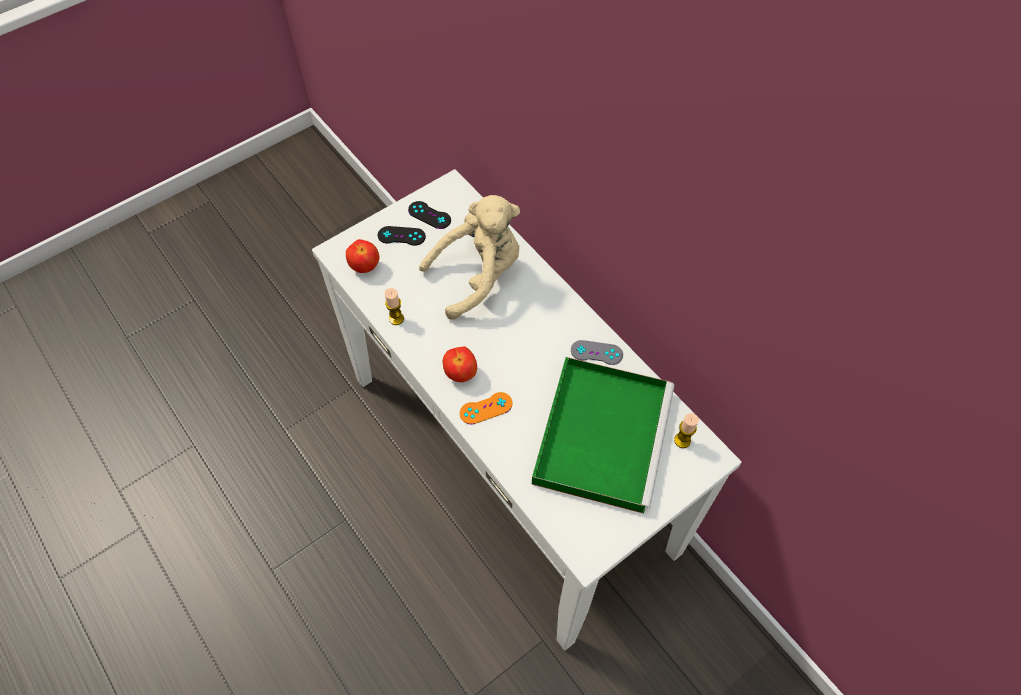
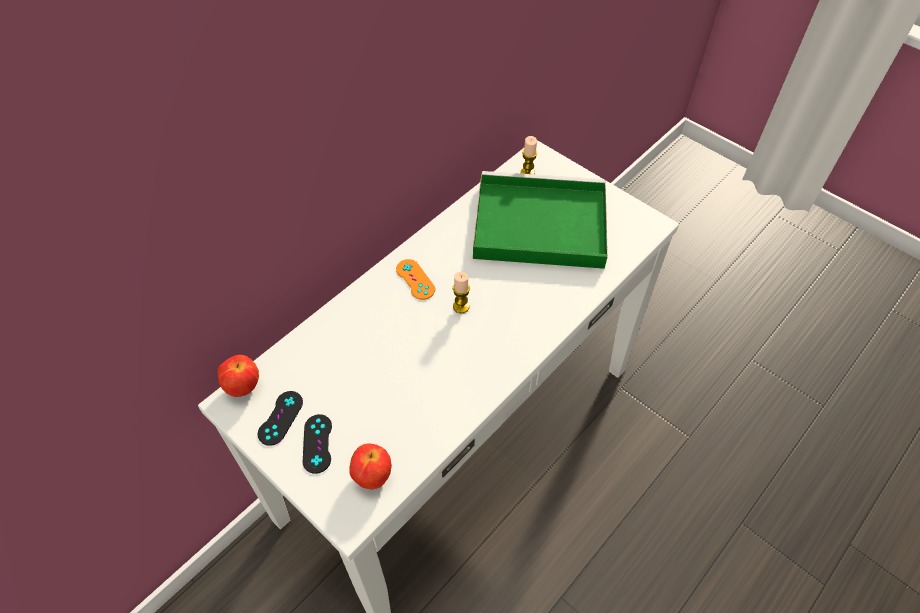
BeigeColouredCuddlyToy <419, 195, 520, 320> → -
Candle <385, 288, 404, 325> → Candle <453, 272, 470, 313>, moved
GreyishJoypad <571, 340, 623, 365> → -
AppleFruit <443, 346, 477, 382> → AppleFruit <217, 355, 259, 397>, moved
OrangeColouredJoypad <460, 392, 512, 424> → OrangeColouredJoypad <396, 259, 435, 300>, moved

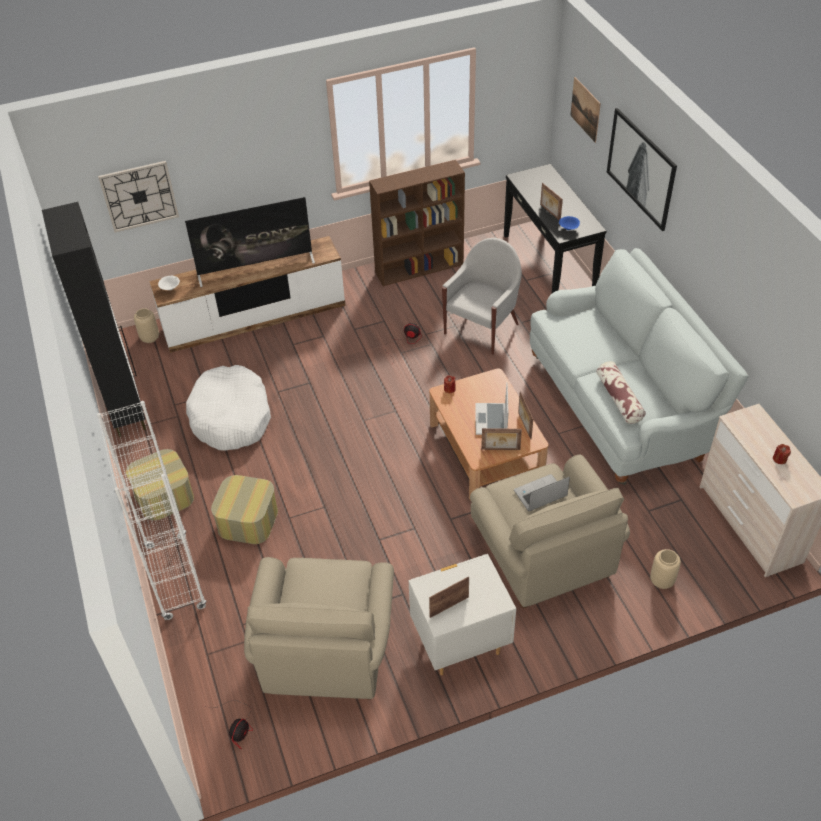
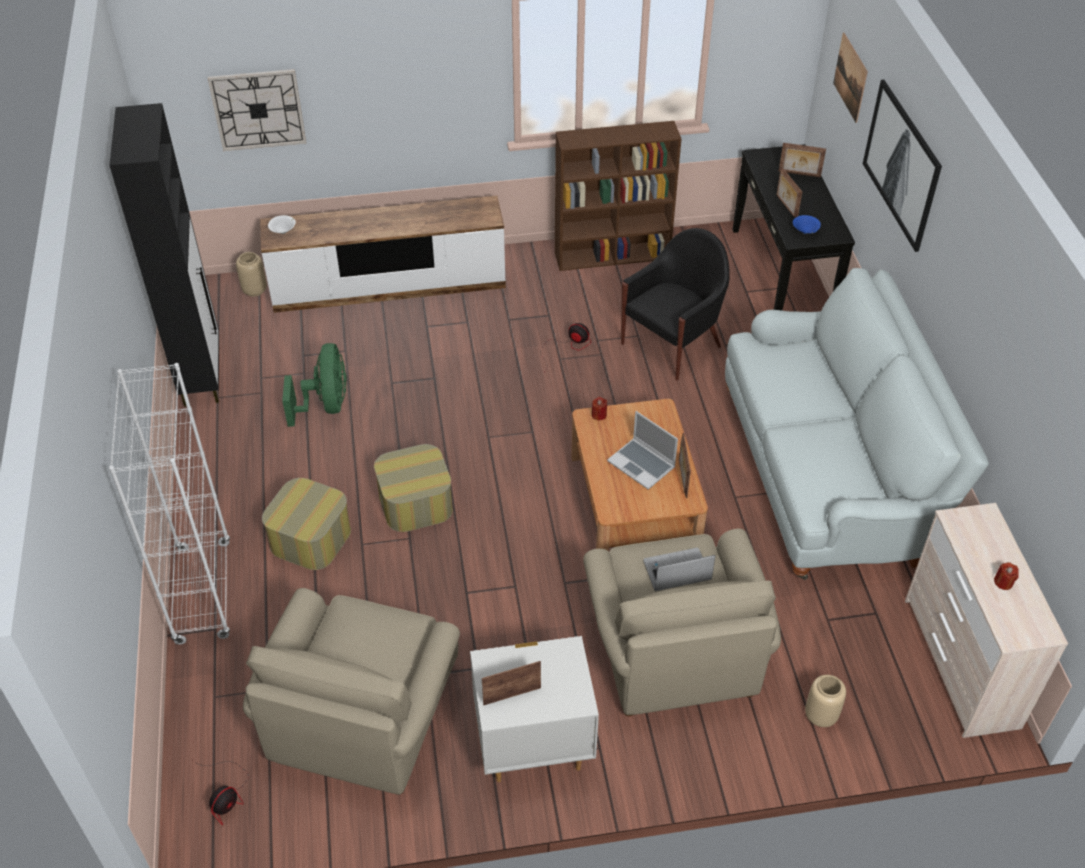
Television <185, 197, 315, 287> → -
WhiteColouredEasyChair <442, 238, 522, 355> → BlackColouredEasyChair <621, 228, 730, 380>
ThrowPillow <597, 361, 646, 424> → -
WhiteColouredDogCushion <186, 365, 271, 450> → GreenColouredFan <282, 343, 347, 427>
PortableComputer <475, 382, 509, 435> → PortableComputer <607, 411, 678, 490>, 60 degrees counterclockwise
PictureFrame <481, 428, 522, 450> → PictureFrame <779, 143, 826, 177>, moved
Footrest <126, 449, 194, 521> → Footrest <374, 444, 453, 532>, moved

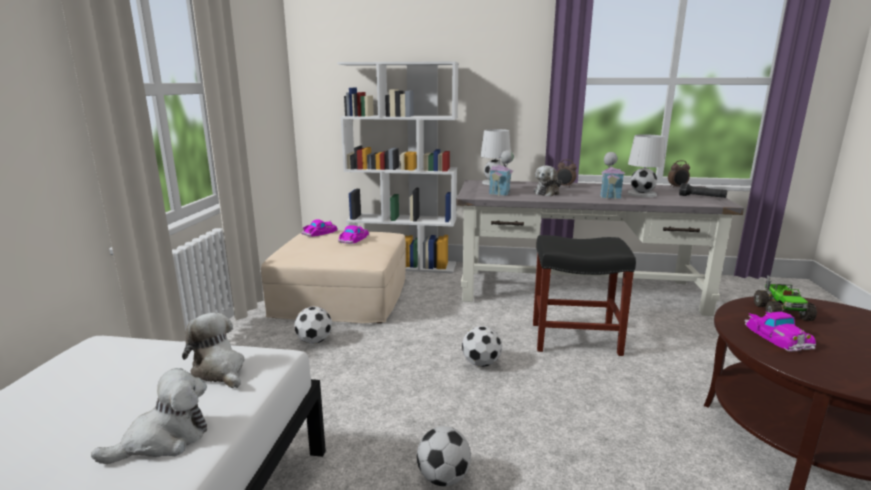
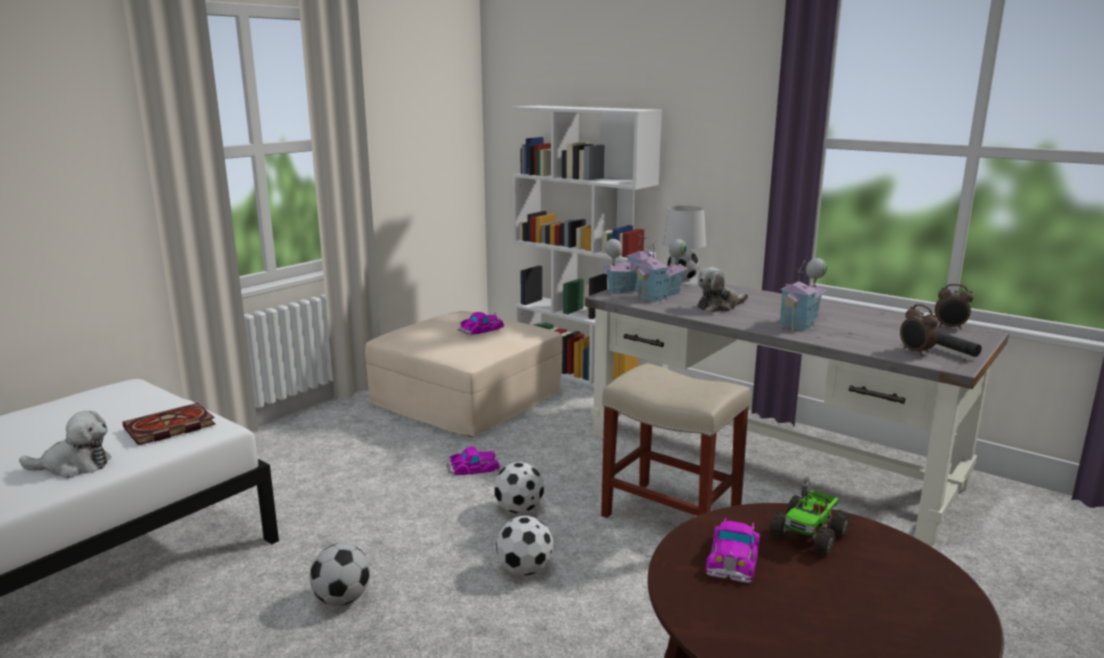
WhiteColouredTabletopLamp <627, 135, 665, 197> → -
TableClock <557, 160, 577, 187> → TableClock <900, 304, 938, 356>, moved
MiniatureCar <301, 219, 338, 237> → MiniatureCar <446, 447, 502, 475>, moved
BlackColouredStoolSeat <533, 235, 636, 356> → BeigeColouredStoolSeat <601, 363, 751, 518>
FootballBall <294, 306, 332, 344> → FootballBall <496, 516, 554, 576>, moved
CuddlyToy <182, 313, 245, 388> → Book <123, 403, 216, 445>
- → ToyHouse <603, 233, 655, 295>

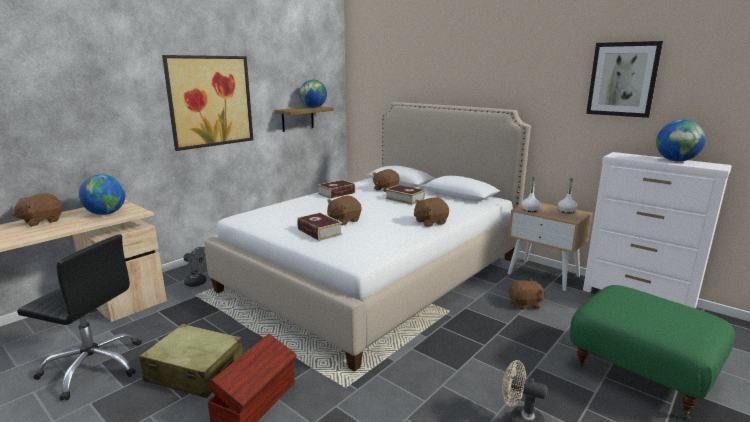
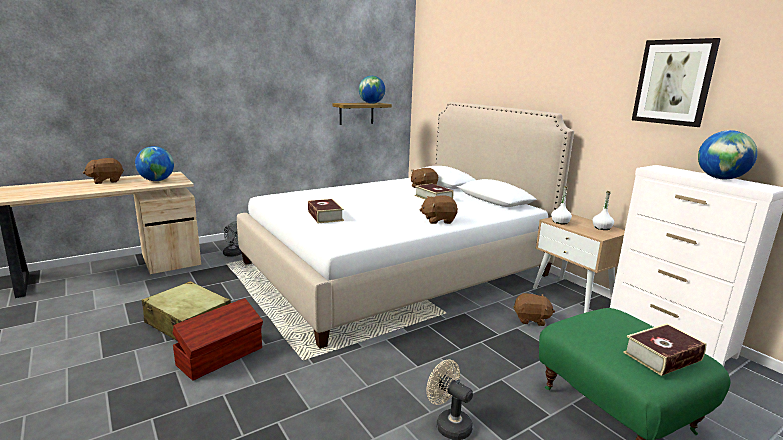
WallArt <162, 55, 253, 151> → -
Book <318, 180, 356, 199> → Book <623, 323, 707, 376>, moved
BrownCuddlyToy <327, 196, 362, 225> → -
BlackColouredDeskChair <17, 234, 142, 400> → -

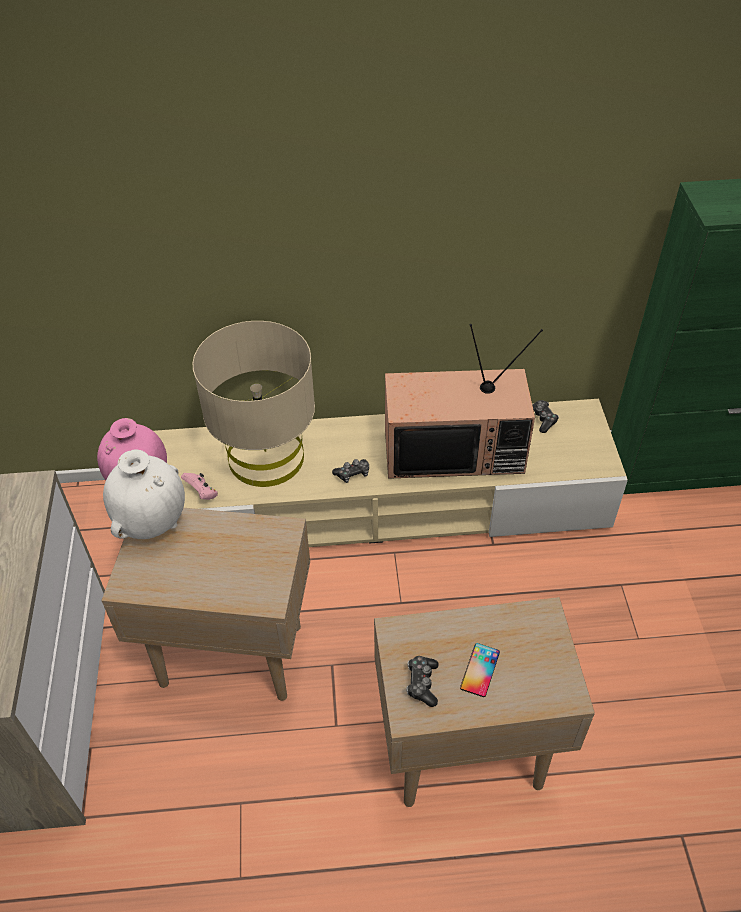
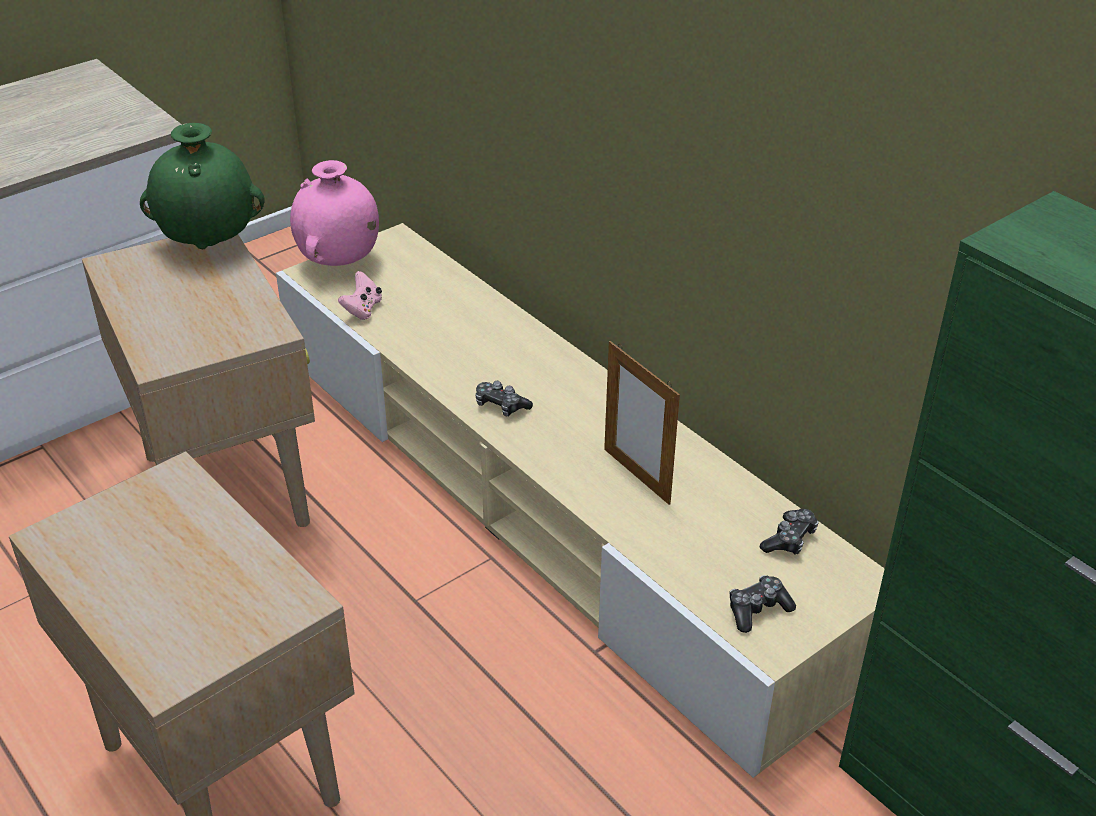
BeigeColouredTabletopLamp <193, 321, 315, 487> → -
Television <385, 324, 543, 479> → PictureFrame <604, 341, 680, 505>
WhiteColouredFlowerVase <103, 450, 185, 539> → GreenColouredFlowerVase <140, 123, 265, 249>
Handset <460, 643, 500, 697> → -
Joypad <406, 656, 439, 707> → Joypad <729, 575, 796, 633>, moved

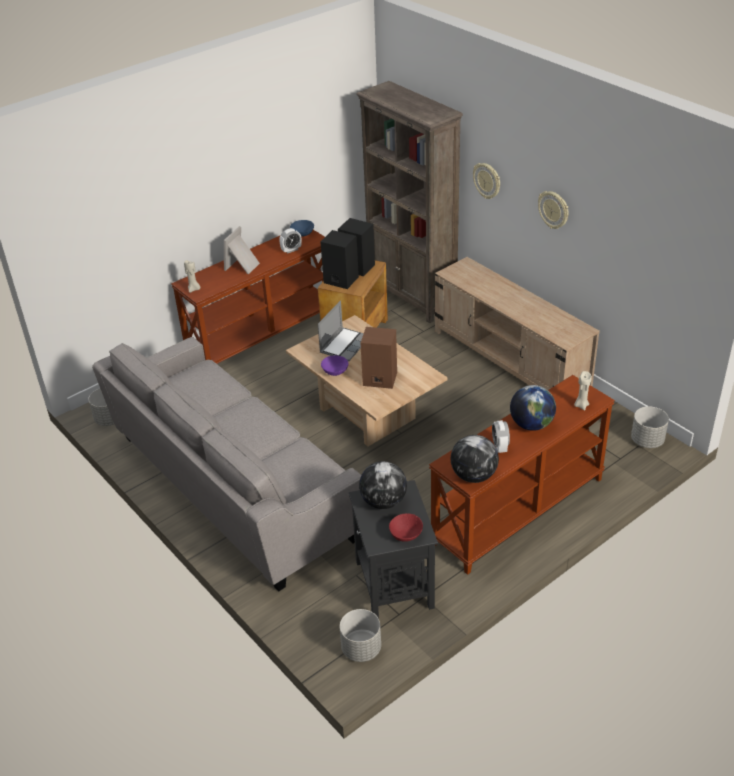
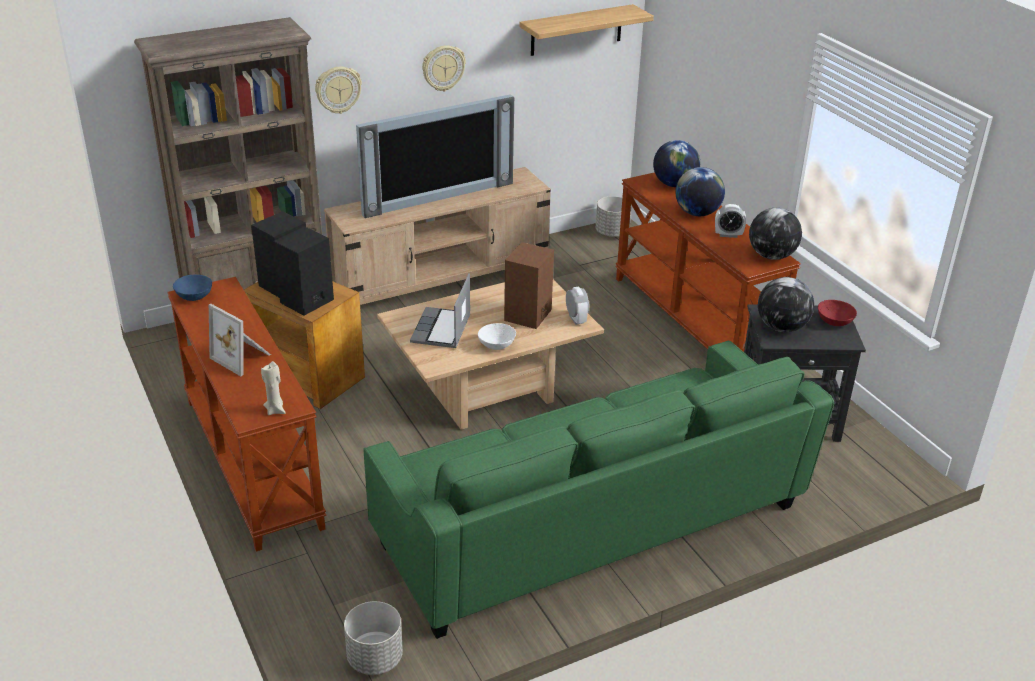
TableClock <279, 228, 302, 254> → TableClock <566, 287, 589, 325>, moved
PortableComputer <318, 301, 364, 361> → PortableComputer <410, 274, 470, 348>, 120 degrees counterclockwise
GreyishSofa <92, 337, 361, 591> → GreenColouredSofa <364, 341, 834, 639>
PurplishServingBowl <321, 356, 348, 376> → WhiteColouredServingBowl <478, 323, 516, 350>
BeigeColouredCandle <574, 371, 592, 411> → Globe <653, 140, 700, 187>
GreyishPlantPot <340, 609, 381, 662> → -
- → WallShelf <519, 4, 654, 56>
- → Television <356, 94, 514, 218>

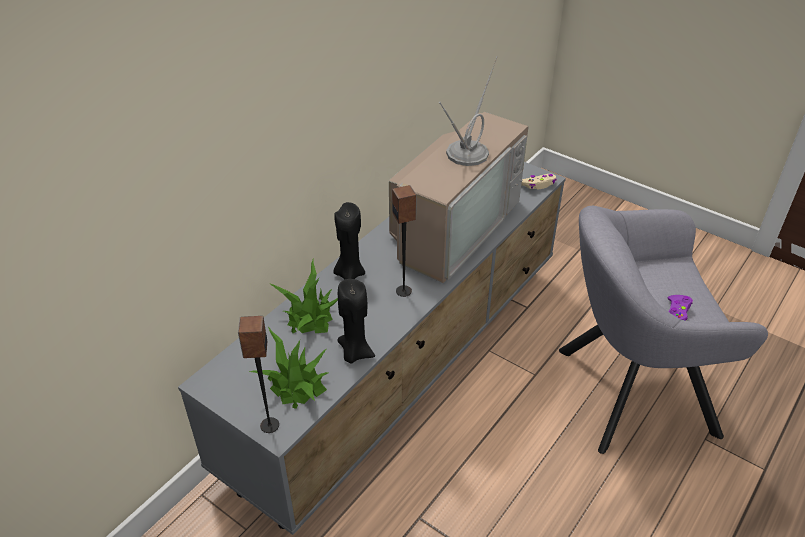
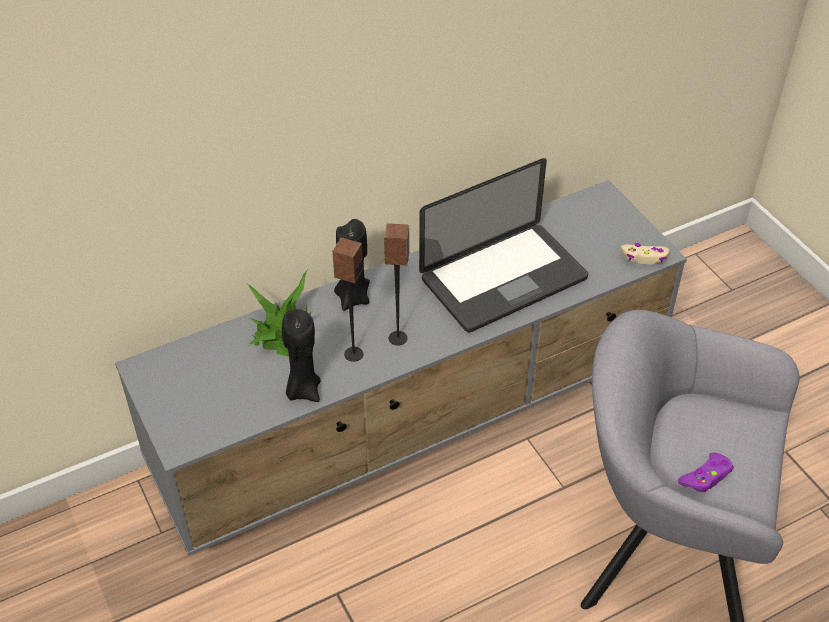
Television <389, 56, 528, 283> → PortableComputer <419, 158, 588, 332>
AudioSpeaker <238, 316, 279, 433> → AudioSpeaker <332, 238, 363, 362>, moved
PlantInAPot <249, 327, 328, 409> → -

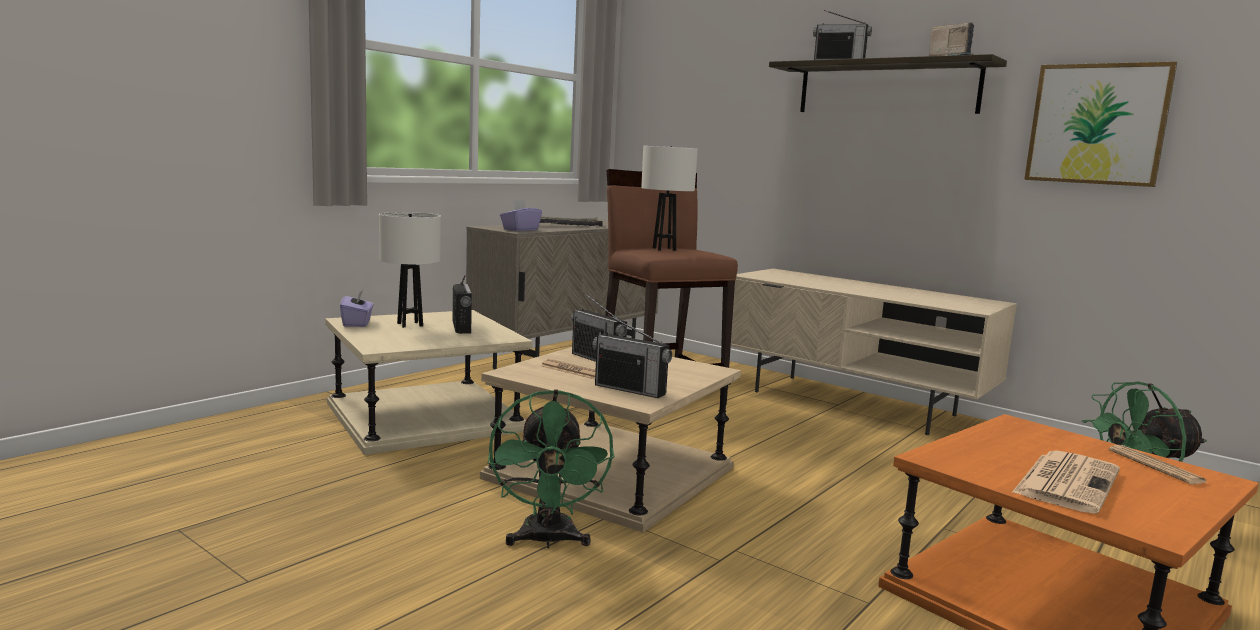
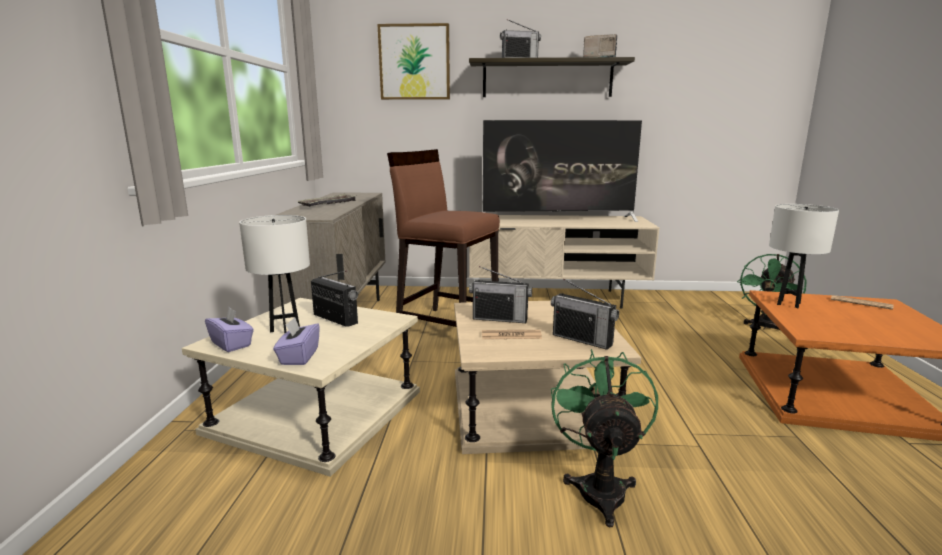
WallArt <1024, 62, 1177, 187> → WallArt <378, 23, 450, 100>, moved
WhiteColouredTabletopLamp <641, 146, 698, 251> → WhiteColouredTabletopLamp <769, 204, 839, 308>, moved
PurplishTissueBox <500, 200, 542, 231> → PurplishTissueBox <273, 317, 320, 365>, moved
RadioSet <593, 314, 672, 398> → RadioSet <551, 279, 619, 350>, 45 degrees clockwise
GreenColouredFan <488, 389, 614, 548> → GreenColouredFan <551, 349, 658, 527>, 135 degrees counterclockwise
DailyPaper <1012, 450, 1120, 514> → -
- → Television <482, 120, 642, 222>

